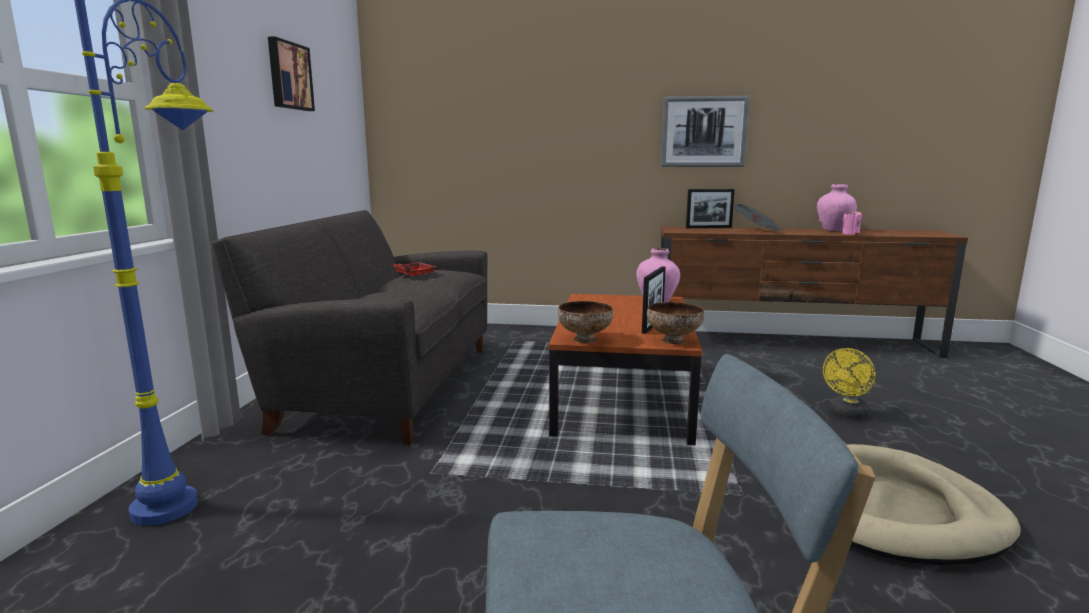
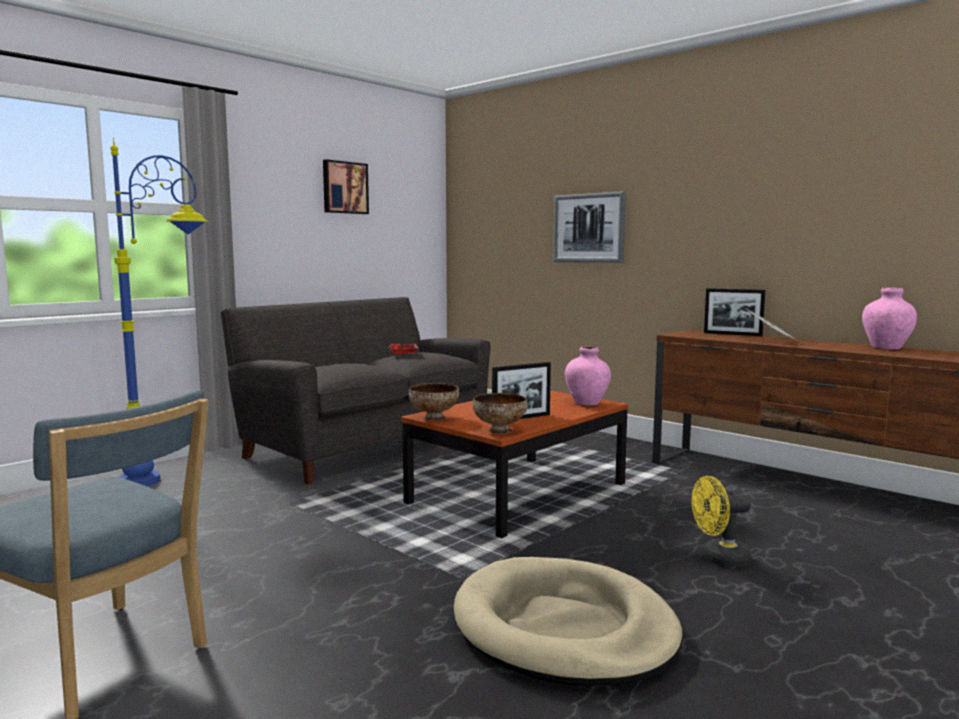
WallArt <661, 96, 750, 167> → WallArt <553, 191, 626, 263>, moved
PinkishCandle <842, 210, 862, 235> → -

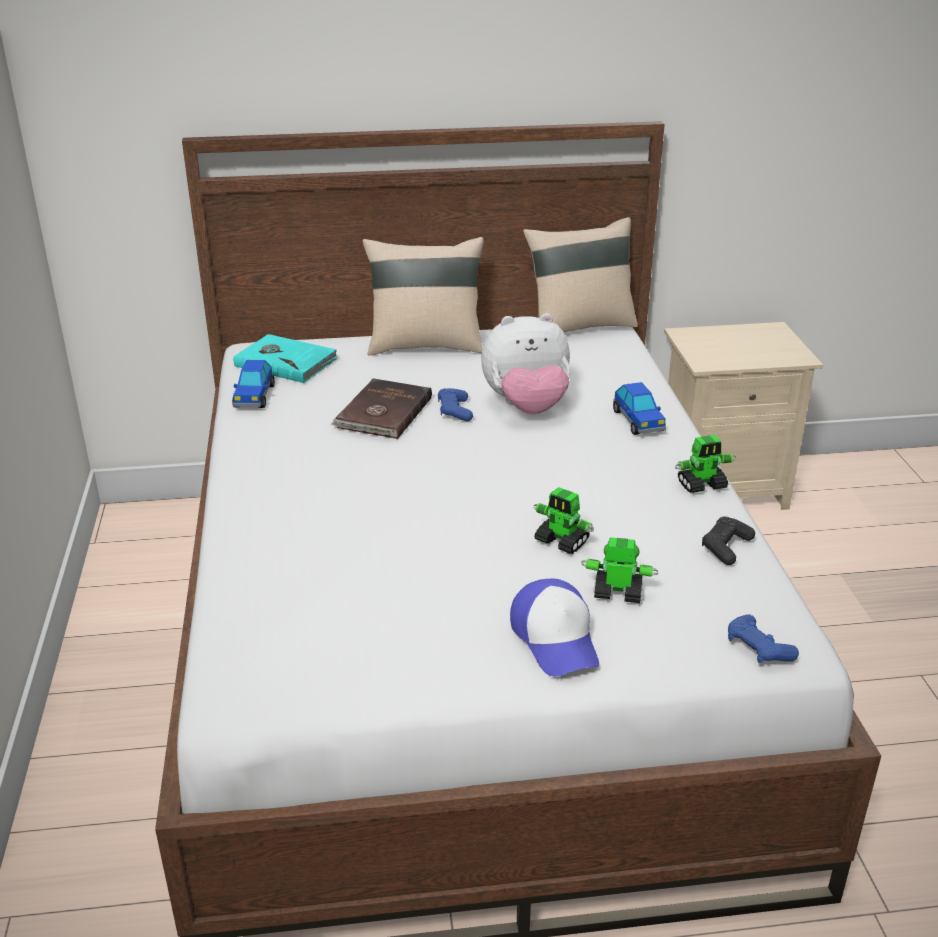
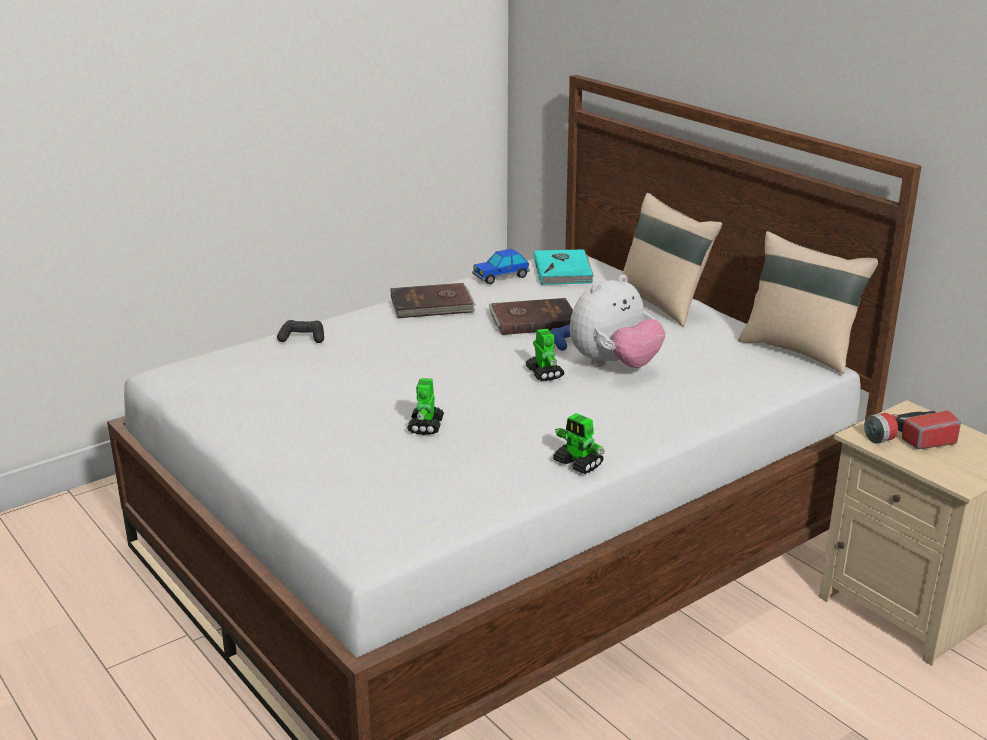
CuddlyToy <481, 313, 571, 414> → CuddlyToy <570, 274, 665, 368>, 90 degrees counterclockwise
MiniatureCar <613, 382, 666, 435> → -
BlackColouredJoypad <702, 517, 755, 565> → BlackColouredJoypad <277, 320, 324, 343>, moved
ToyRobot <581, 537, 658, 603> → ToyRobot <525, 329, 564, 381>, moved
Cap <510, 578, 599, 677> → -
BluishJoypad <728, 614, 799, 663> → -
- → BrownBook <391, 283, 476, 318>
- → Flashlight <864, 411, 961, 449>

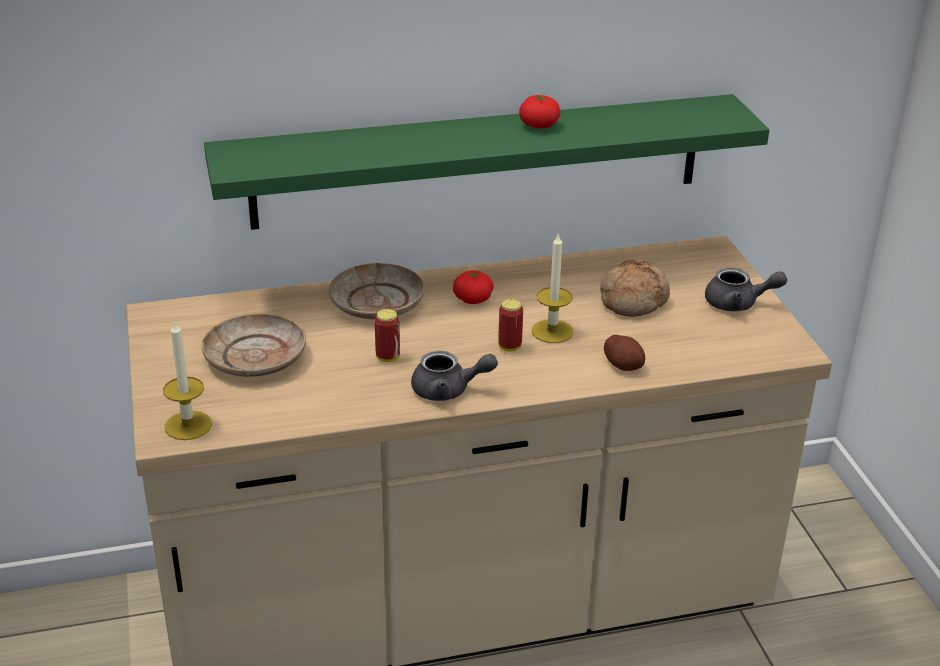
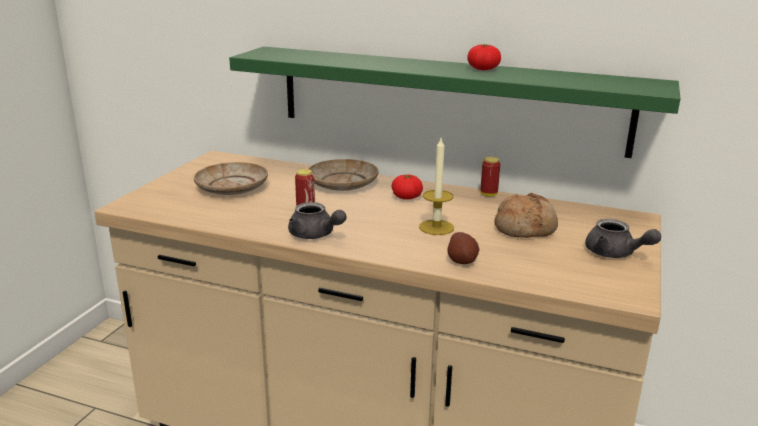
MetalCan <498, 299, 523, 352> → MetalCan <480, 157, 500, 197>, moved
Candle <163, 320, 212, 440> → -

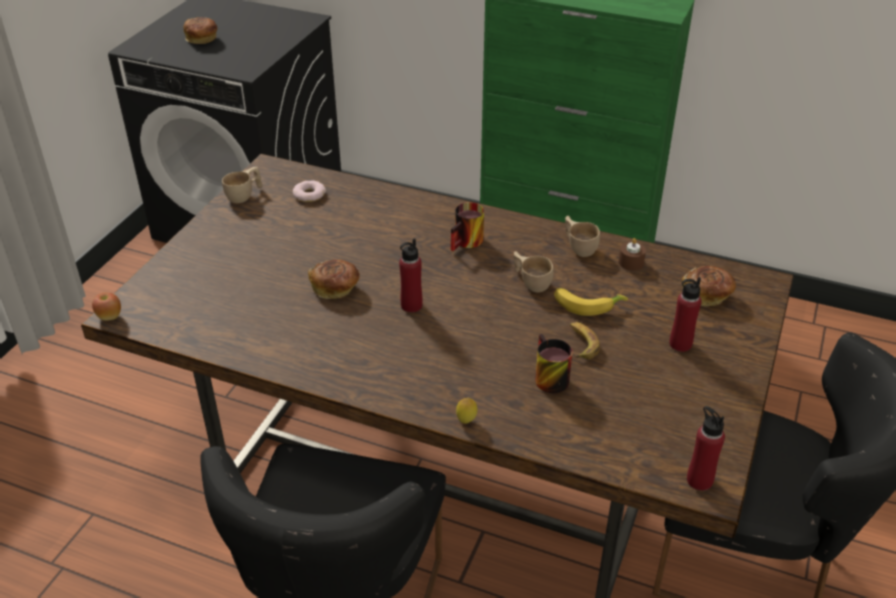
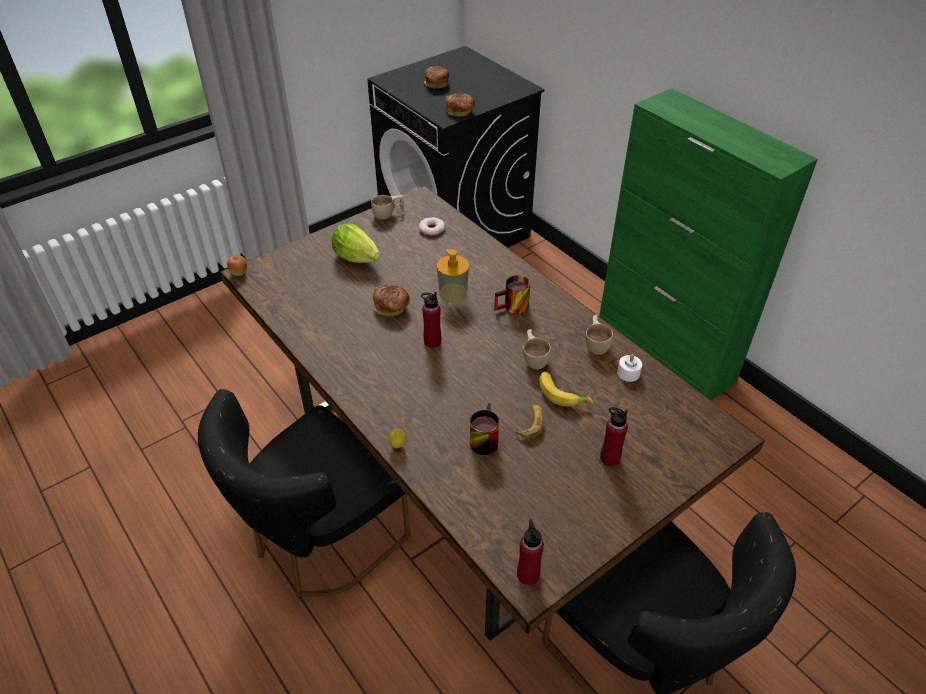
BrownCandle <619, 238, 646, 270> → WhiteColouredCandle <617, 354, 642, 382>
Bread <682, 266, 736, 306> → Bread <445, 93, 476, 117>, moved
- → HeadOfLettuce <332, 223, 381, 263>
- → SoapBottle <437, 249, 469, 302>

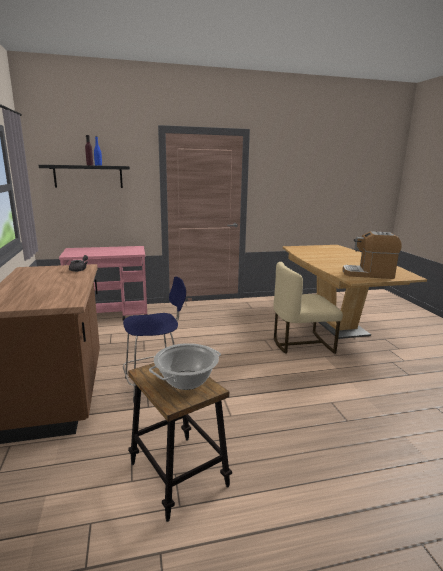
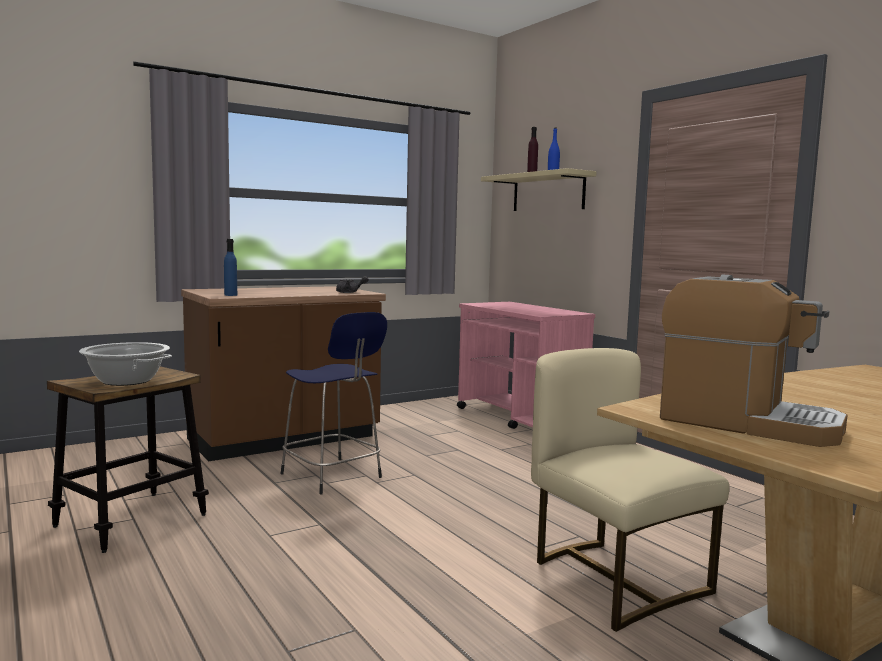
BlackColouredWallShelf <38, 165, 130, 188> → BeigeColouredWallShelf <481, 168, 596, 211>
CoffeeBrewer <342, 231, 402, 279> → CoffeeBrewer <660, 275, 847, 447>, 135 degrees clockwise
- → BluishDrinkBottle <224, 239, 237, 296>

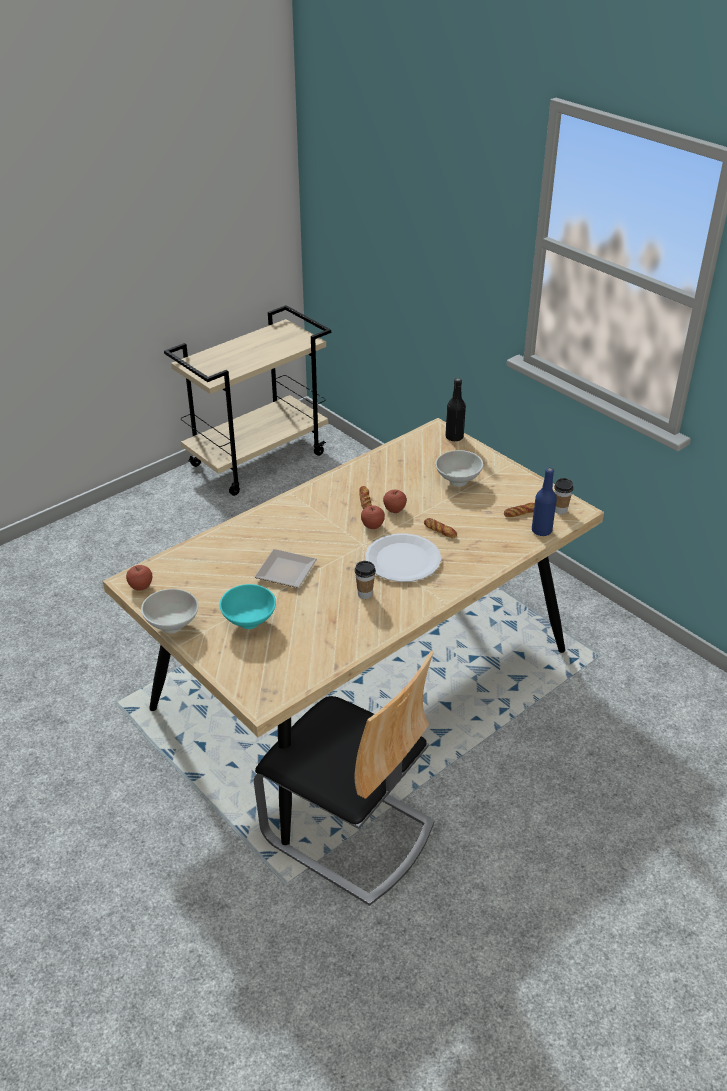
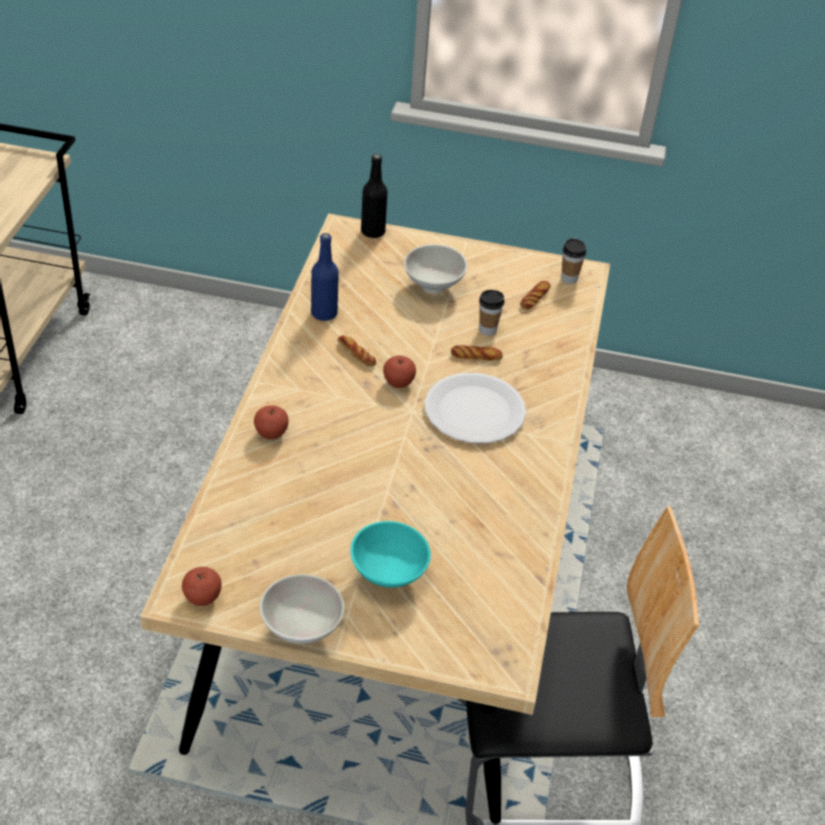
BluishDrinkBottle <532, 468, 557, 537> → BluishDrinkBottle <311, 233, 339, 321>, moved
AppleFruit <383, 490, 407, 513> → AppleFruit <254, 405, 289, 440>, moved
Plate <255, 549, 317, 588> → -
DrinkingCup <355, 561, 376, 599> → DrinkingCup <479, 290, 505, 336>, moved

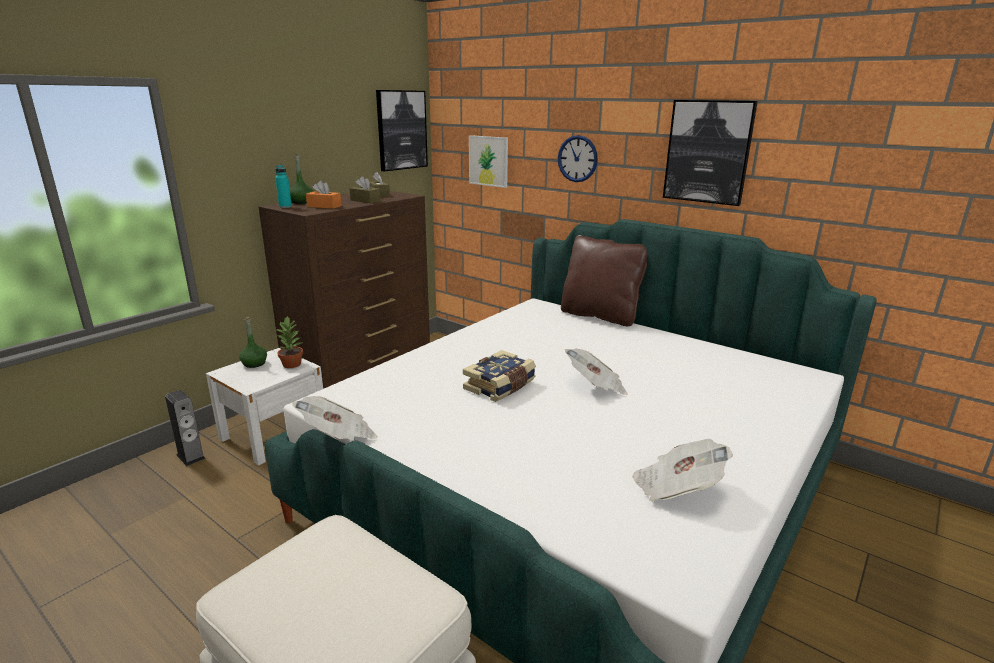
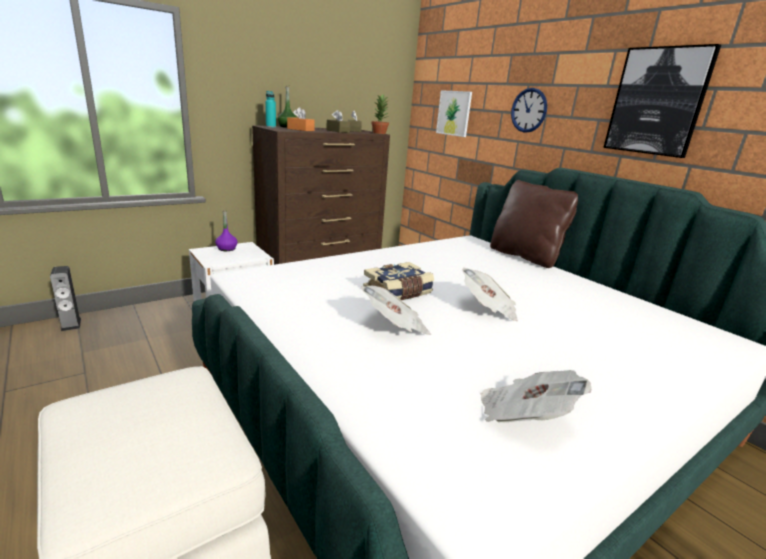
WallArt <376, 90, 428, 172> → -
PlantInAPot <275, 315, 303, 368> → PlantInAPot <371, 95, 389, 134>, moved
GreenColouredDrinkBottle <239, 317, 267, 368> → PurplishDrinkBottle <215, 210, 238, 251>
AudioSpeaker <165, 390, 206, 466> → AudioSpeaker <50, 266, 81, 331>, moved
DailyPaper <292, 396, 378, 441> → DailyPaper <361, 285, 431, 335>, moved

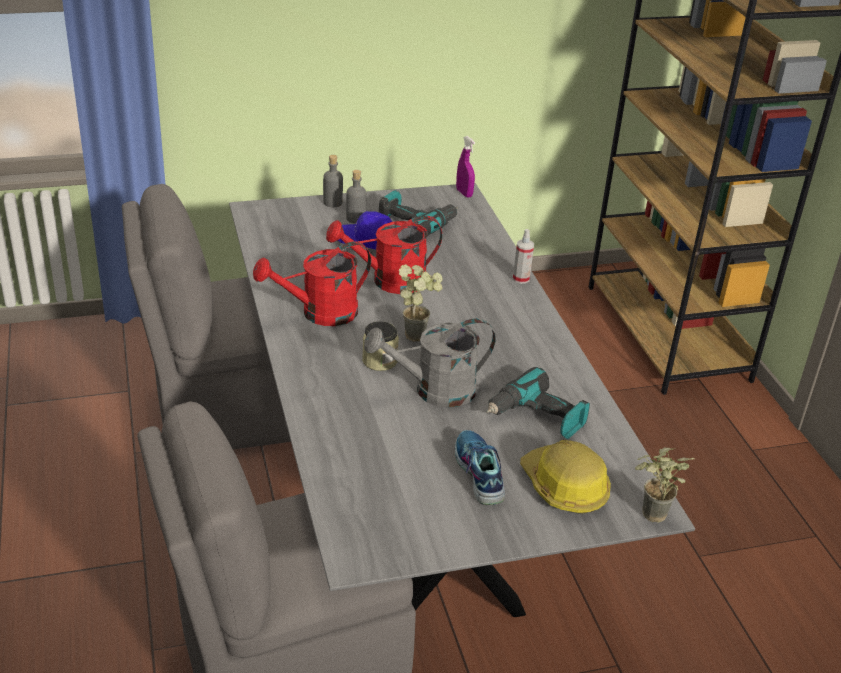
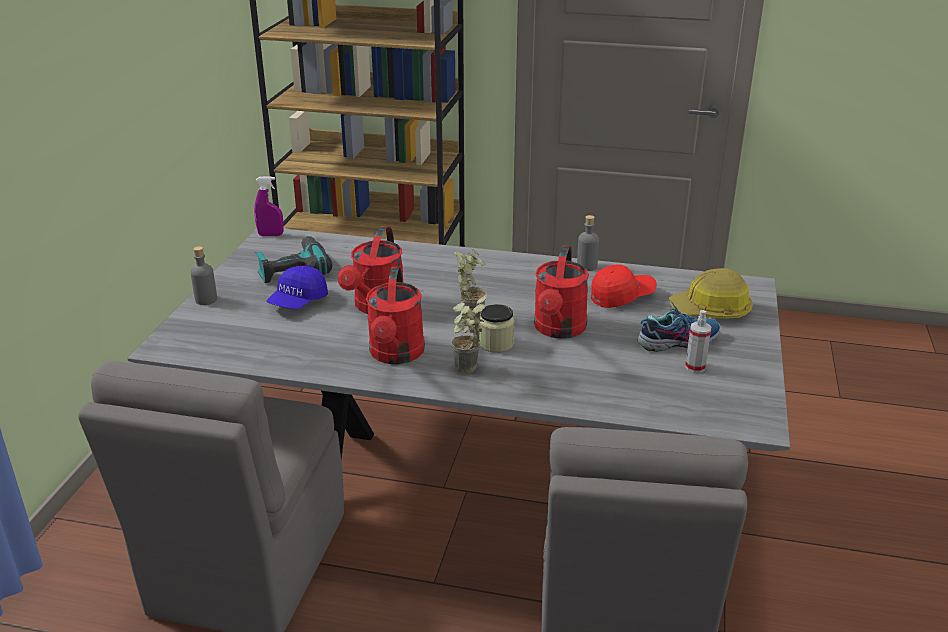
GreyishDrinkBottle <346, 170, 366, 224> → GreyishDrinkBottle <577, 215, 599, 271>, moved
SprayBottle <513, 229, 534, 284> → SprayBottle <685, 310, 711, 373>, moved
GreyishWateringPot <364, 318, 496, 408> → ReddishWateringPot <534, 245, 589, 339>
Drill <486, 367, 590, 439> → ReddishCap <591, 264, 657, 308>
ItemOfFootwear <455, 430, 505, 505> → ItemOfFootwear <638, 300, 720, 352>, 150 degrees clockwise
PlantInAPot <635, 448, 694, 522> → PlantInAPot <451, 294, 487, 373>, moved

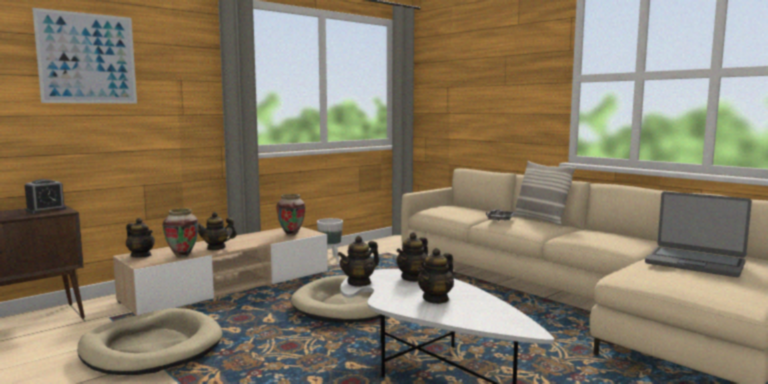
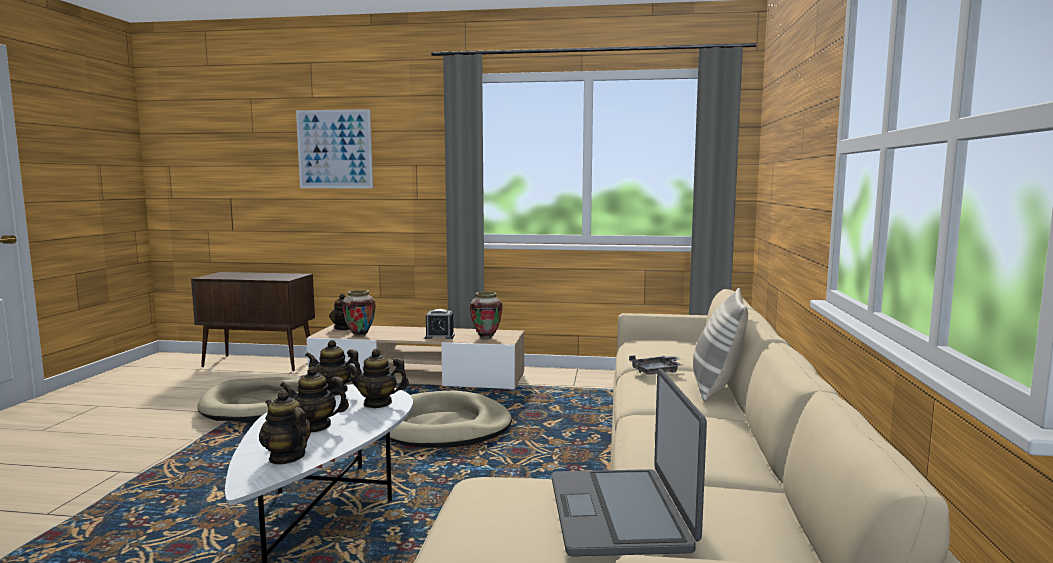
TableClock <25, 179, 67, 214> → TableClock <425, 309, 455, 339>, moved
PotForTea <198, 212, 237, 250> → PotForTea <259, 390, 311, 465>, moved
WhiteColouredPlantPot <317, 218, 343, 262> → -

